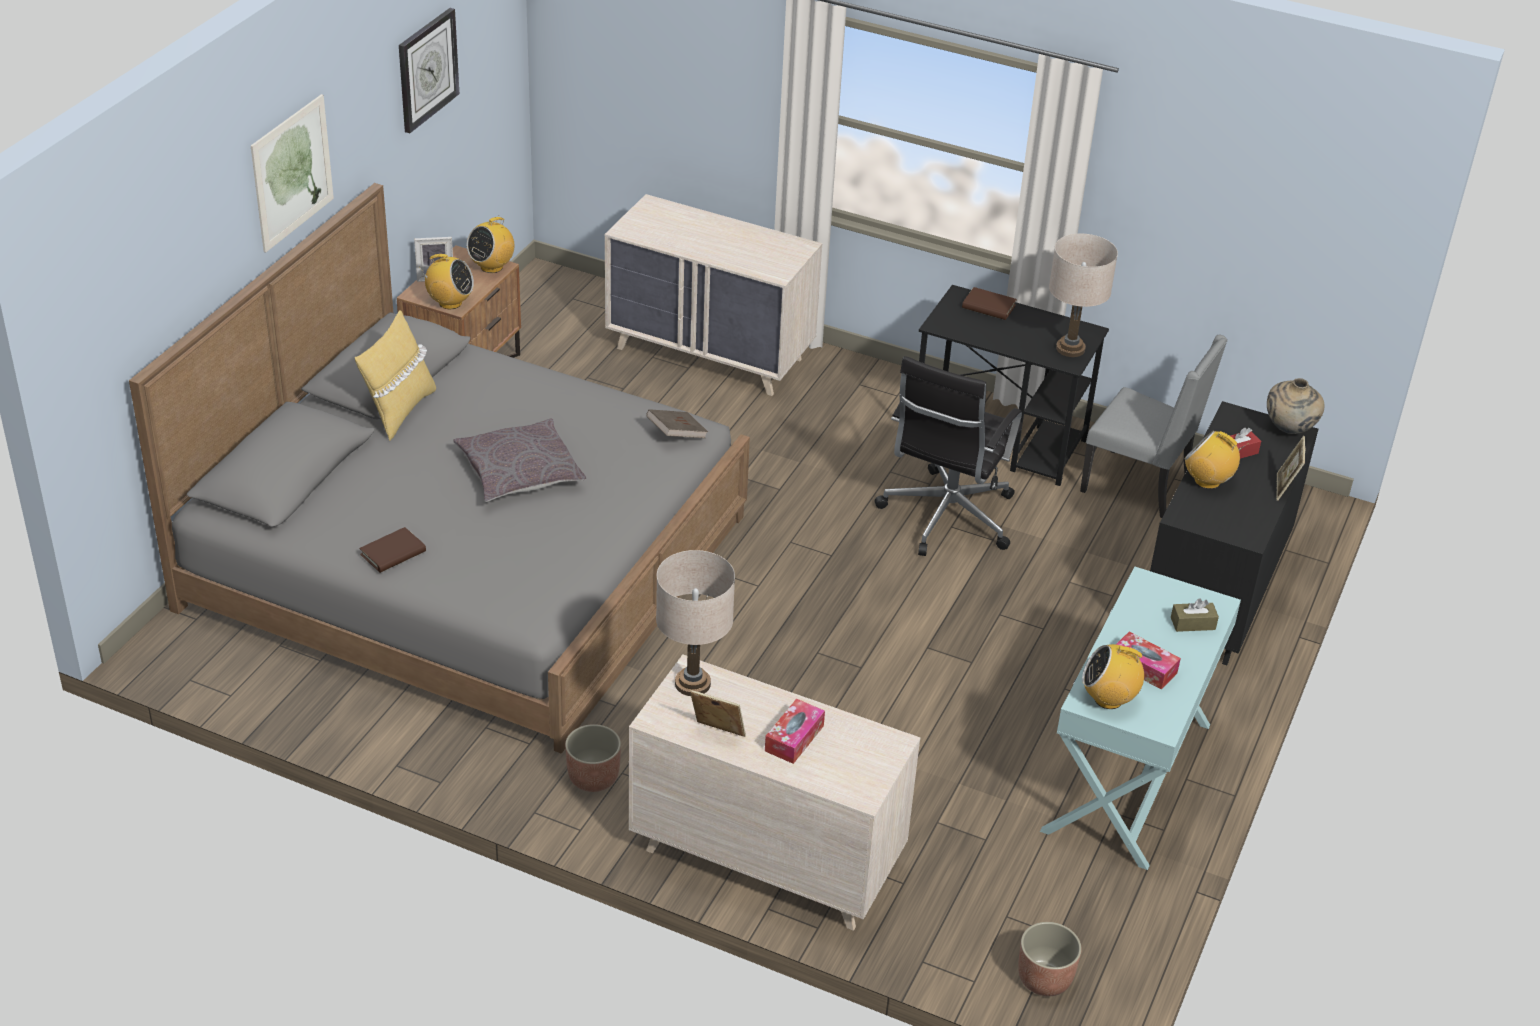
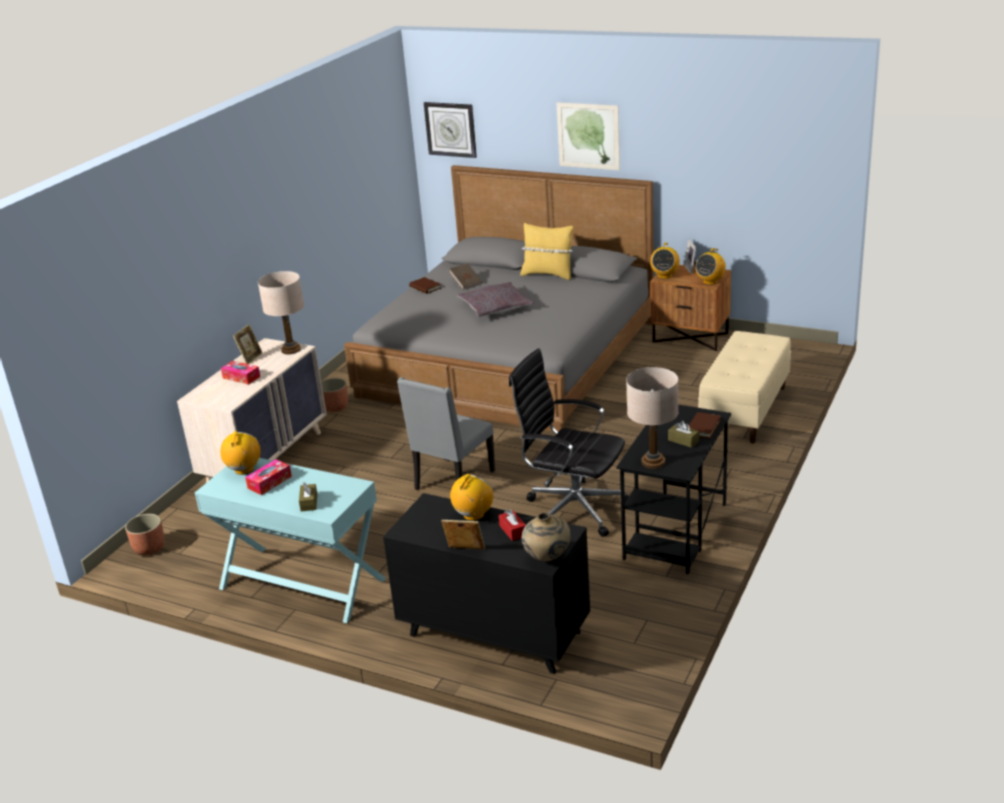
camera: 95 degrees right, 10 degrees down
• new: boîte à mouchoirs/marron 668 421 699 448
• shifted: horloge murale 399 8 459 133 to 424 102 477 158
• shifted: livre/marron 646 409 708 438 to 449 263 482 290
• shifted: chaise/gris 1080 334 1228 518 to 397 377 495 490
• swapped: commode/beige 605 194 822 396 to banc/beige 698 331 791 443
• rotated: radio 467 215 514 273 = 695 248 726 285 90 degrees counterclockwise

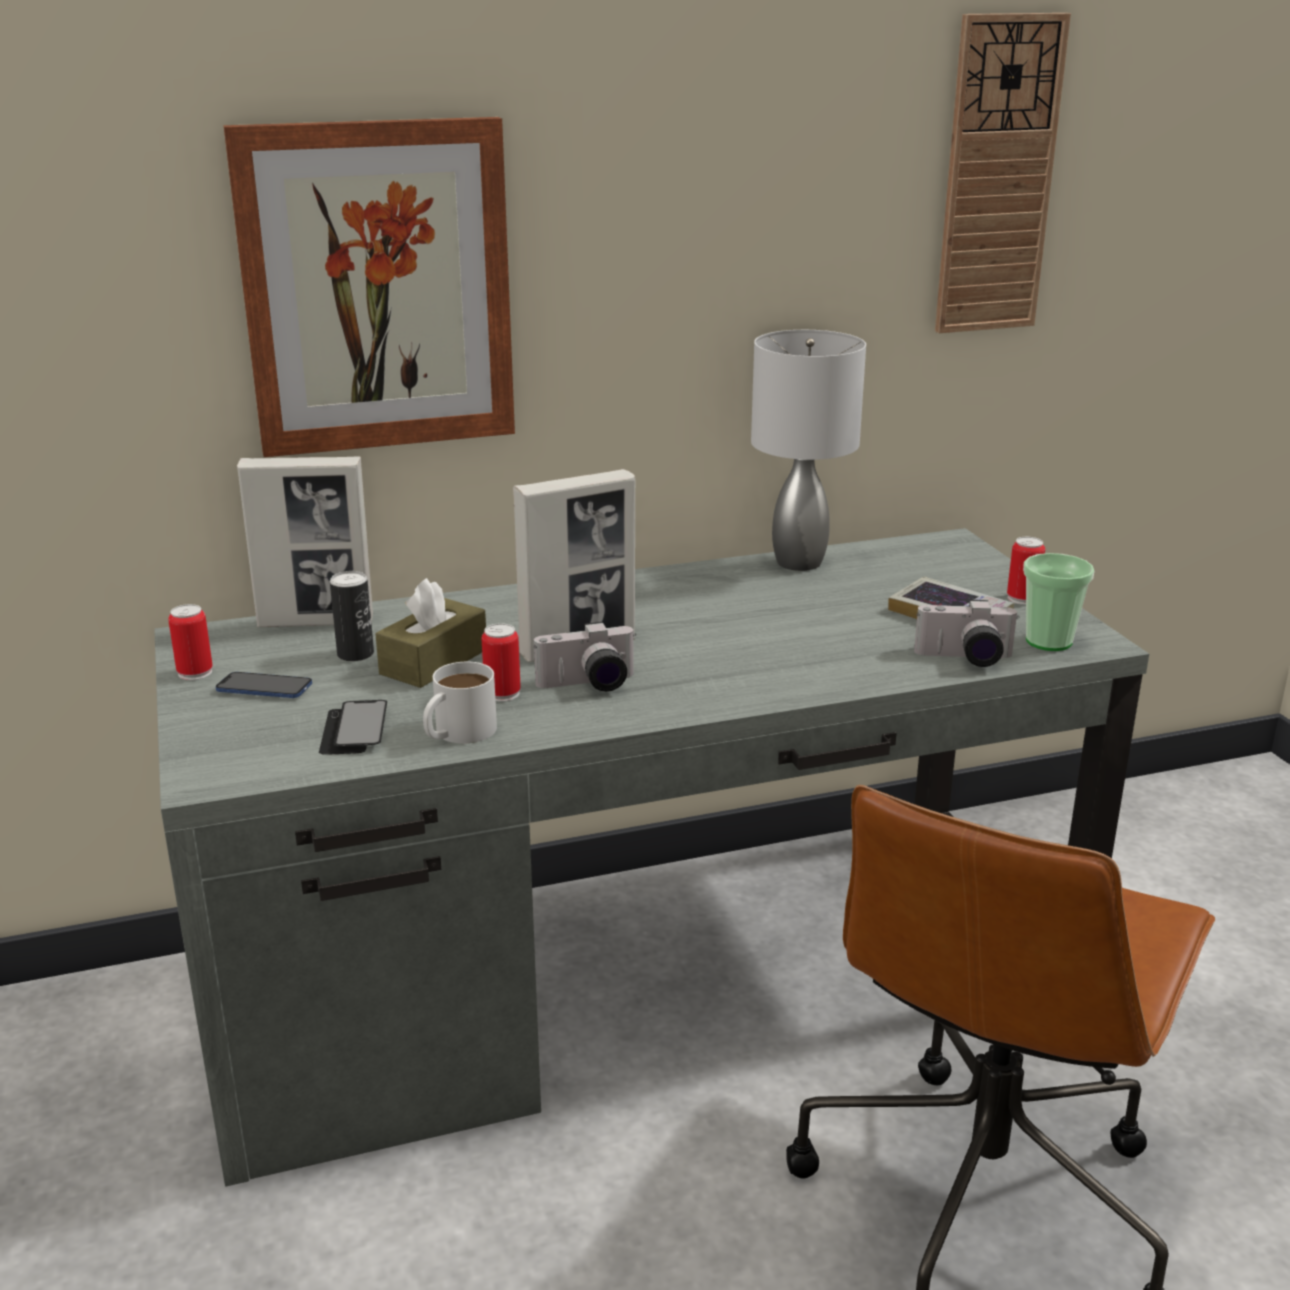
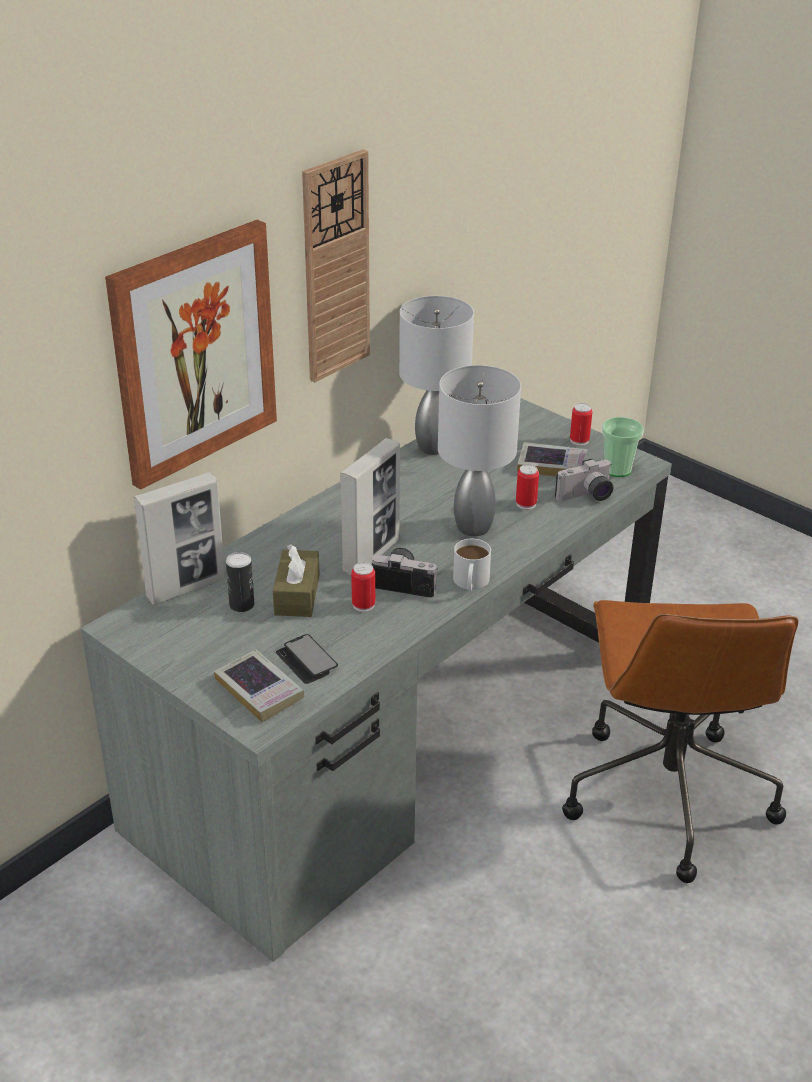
camera: 30 degrees left, 10 degrees up
• gone: téléphone 216 672 312 698
• new: livre 214 649 305 722
• new: lampe de table/gris 438 365 521 536
• shifted: boîte métallique 168 604 213 680 to 516 464 539 510
• shifted: mug/blanc 423 662 497 744 to 453 539 491 591
• shifted: horloge murale 935 13 1071 333 to 302 149 370 383
• rotated: appareil photo 534 622 636 692 = 372 548 438 598 120 degrees counterclockwise

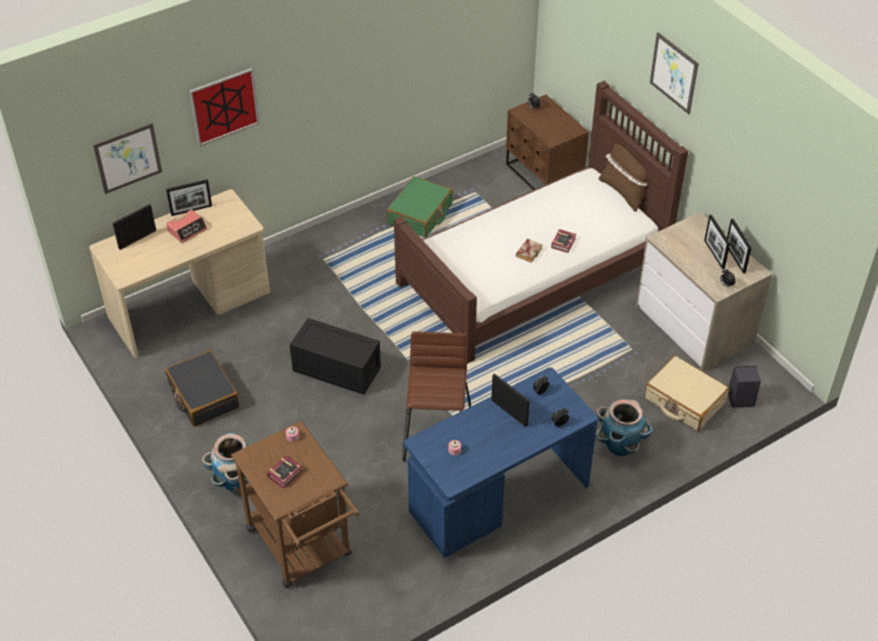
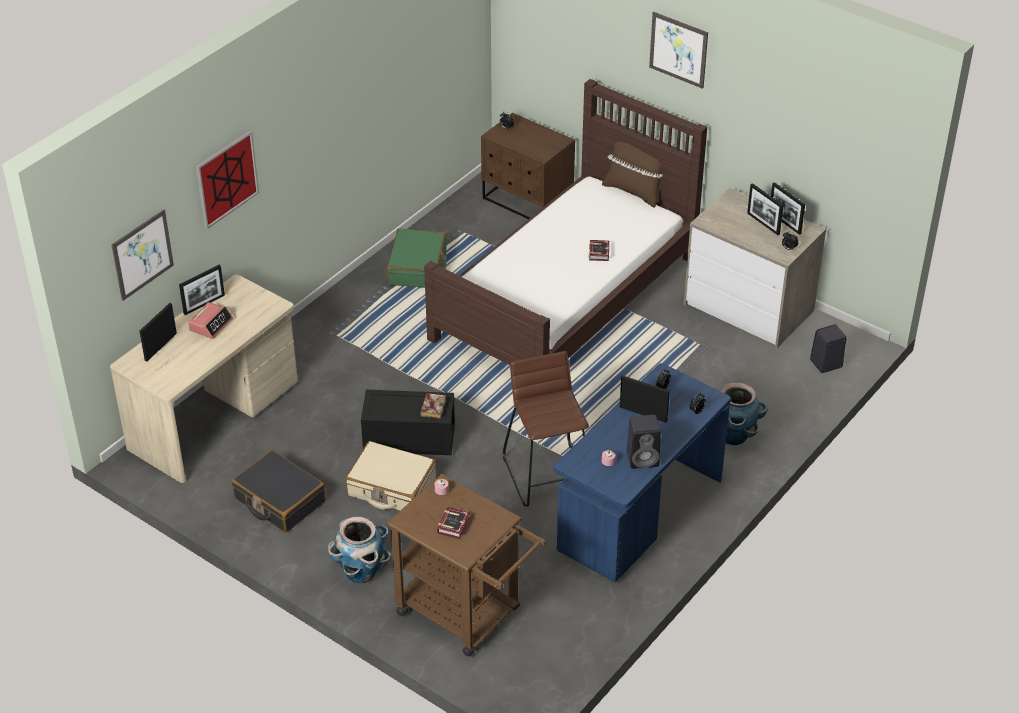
camera: 20 degrees left, 5 degrees down
• new: enceinte/noir 627 415 660 469
• shifted: livre 516 239 543 263 to 420 393 446 419
• shifted: valise/beige 645 356 729 431 to 345 441 436 511

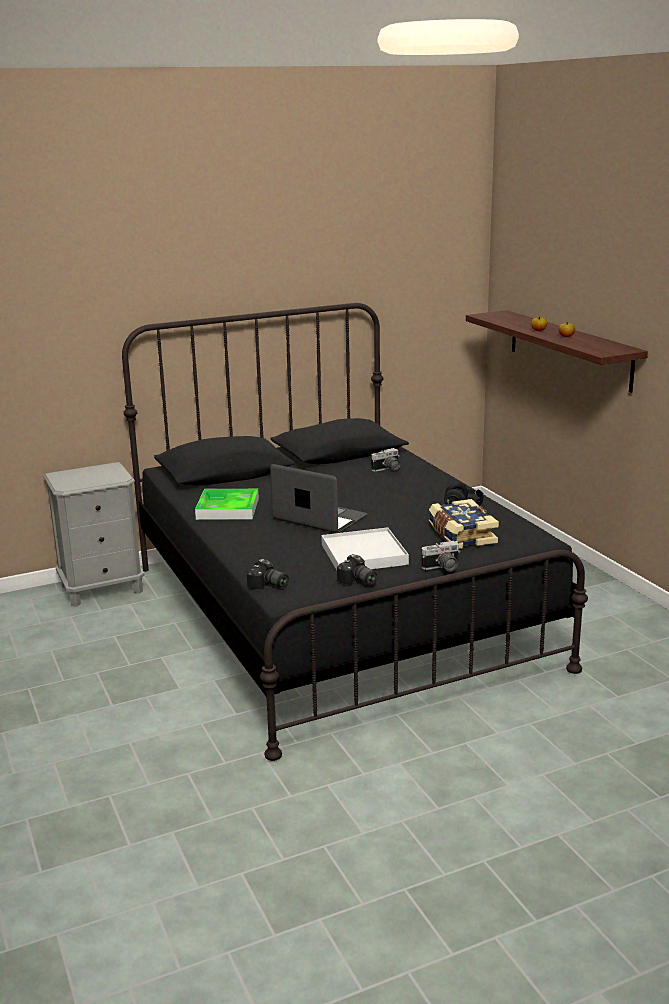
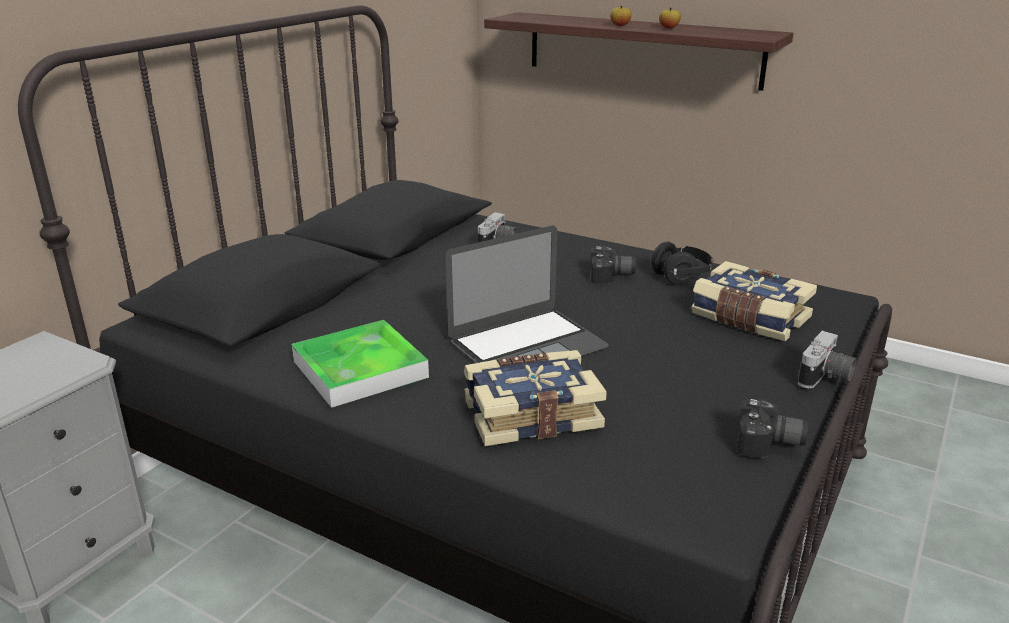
camera: 35 degrees left, 5 degrees up
• gone: plateau/blanc 321 527 409 570
• new: livre 464 350 607 447
• shifted: appareil photo 247 559 289 590 to 591 246 636 284
• rotated: ordinateur portable 270 464 367 533 = 446 226 609 363 150 degrees clockwise

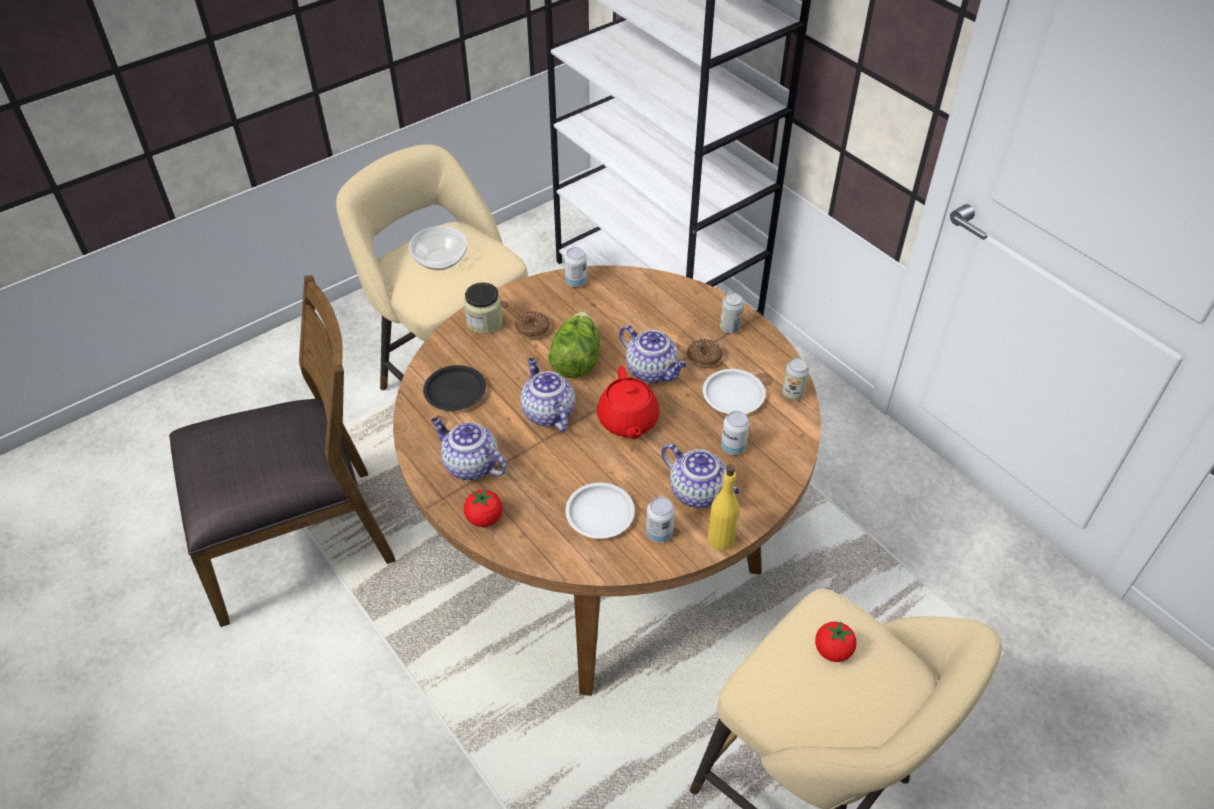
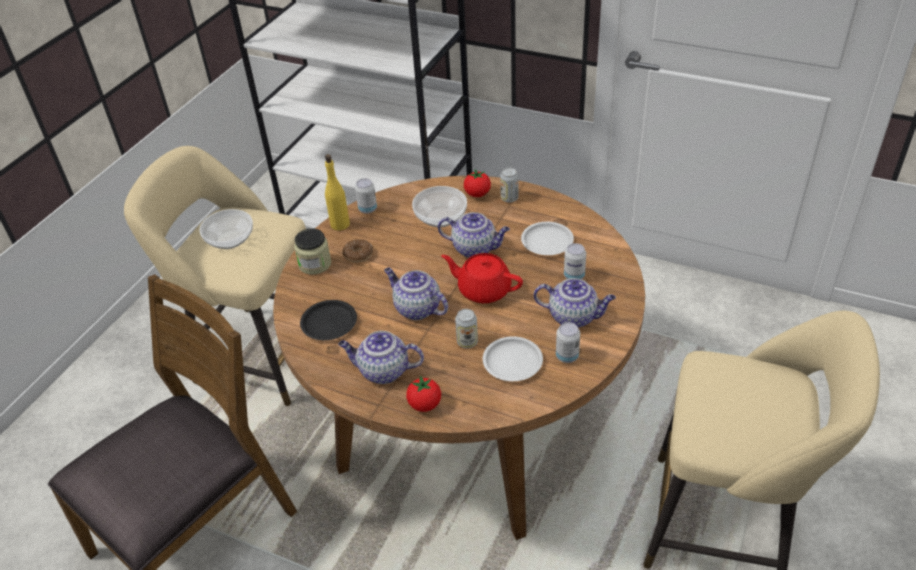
camera: 25 degrees left, 5 degrees down
• gone: laitue 548 311 600 379
• gone: beignet 687 339 723 367
• new: bol 412 186 467 227
• shifted: bouteille/jaune 707 464 739 551 to 325 154 350 231
• shifted: boîte métallique 782 358 809 400 to 455 309 478 348
• shifted: tomate 815 621 857 662 to 464 170 491 197
• rotated: théière/rouge 597 366 659 439 = 441 253 523 303 150 degrees clockwise

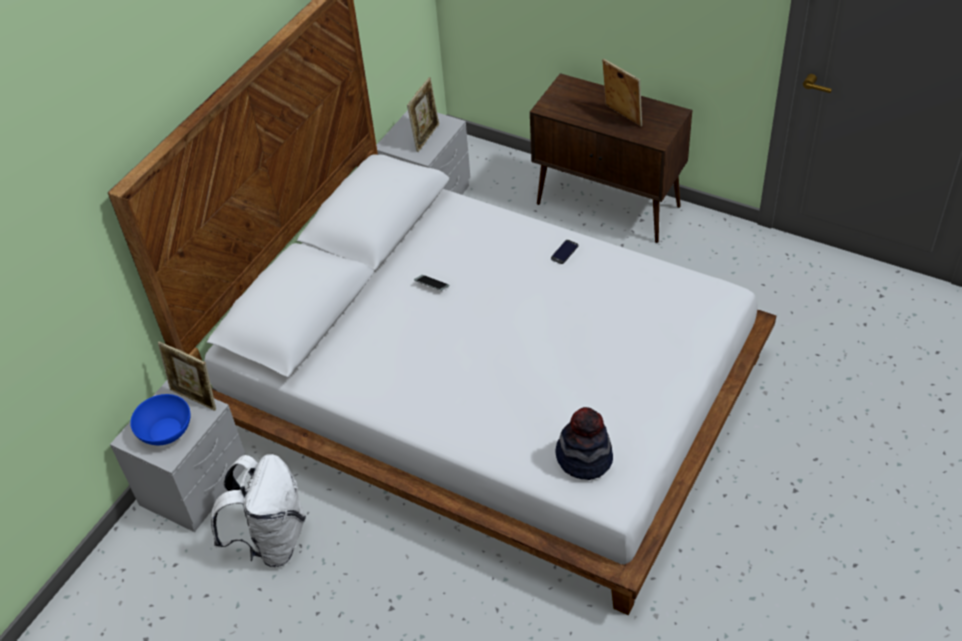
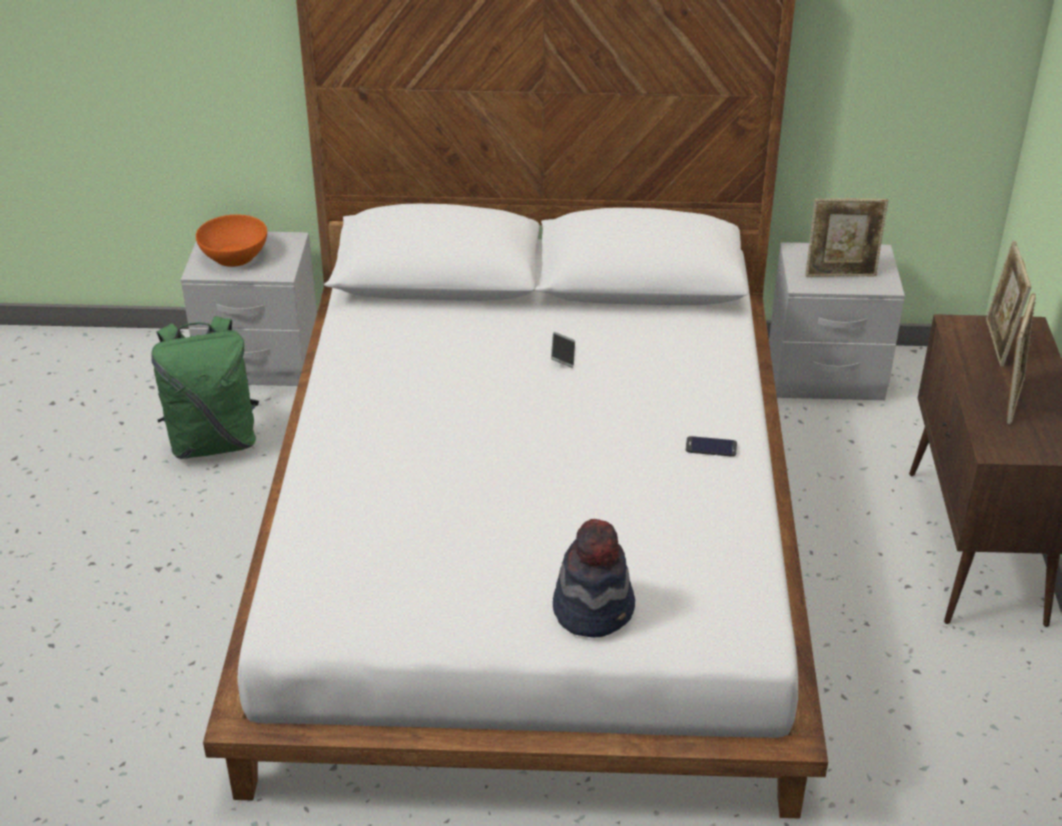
camera: 60 degrees right, 10 degrees down
• shifted: cadre photo 158 341 216 411 to 986 240 1032 366
• shifted: chapeau 555 407 613 480 to 553 519 635 637
• repainted: bol/bleu 130 394 191 445 to bol/orange 196 214 267 267
• repainted: sac à dos/blanc 211 454 306 567 to sac à dos/vert 151 316 259 459

